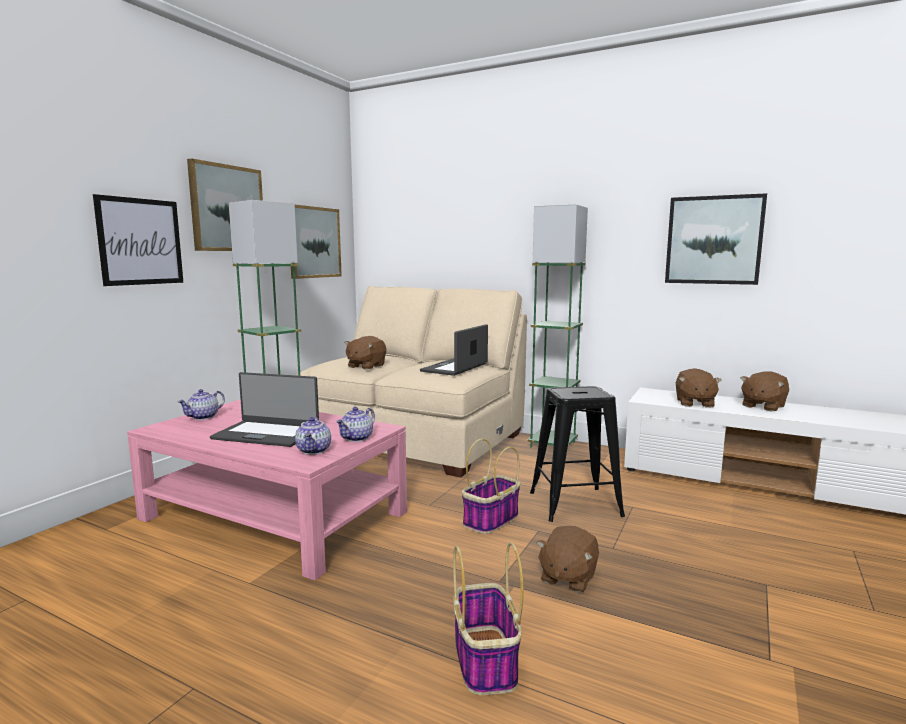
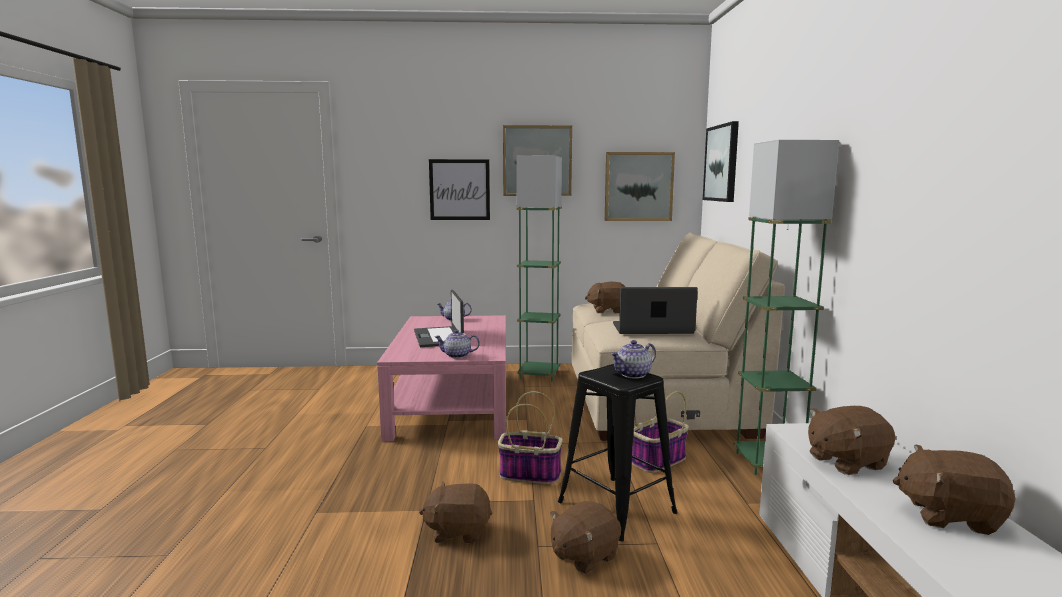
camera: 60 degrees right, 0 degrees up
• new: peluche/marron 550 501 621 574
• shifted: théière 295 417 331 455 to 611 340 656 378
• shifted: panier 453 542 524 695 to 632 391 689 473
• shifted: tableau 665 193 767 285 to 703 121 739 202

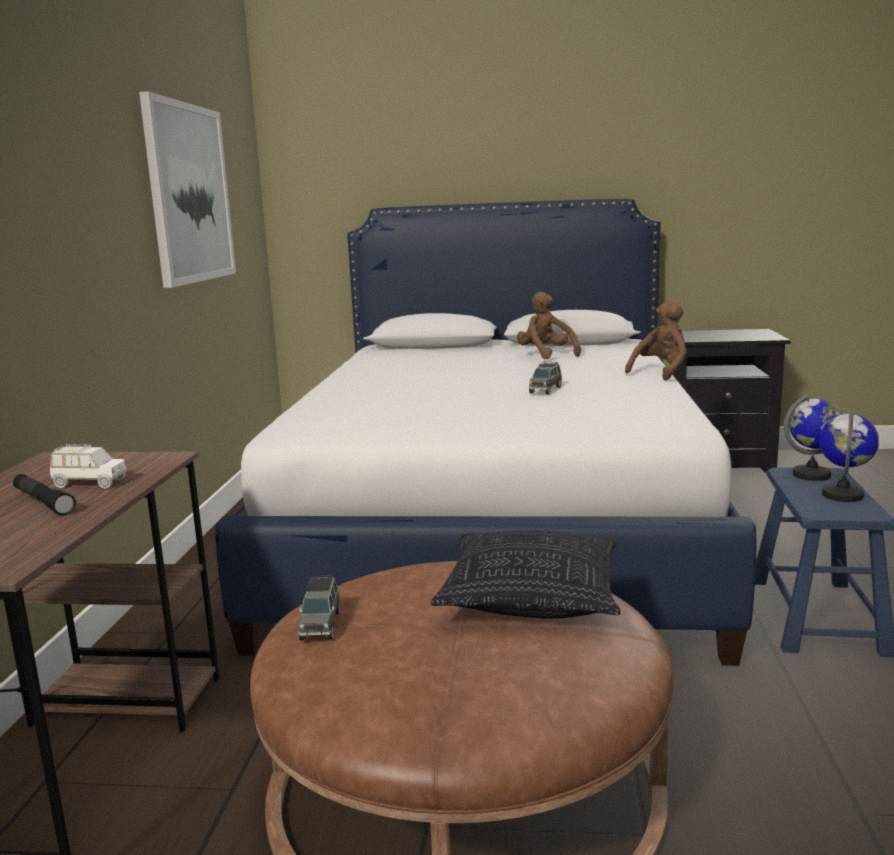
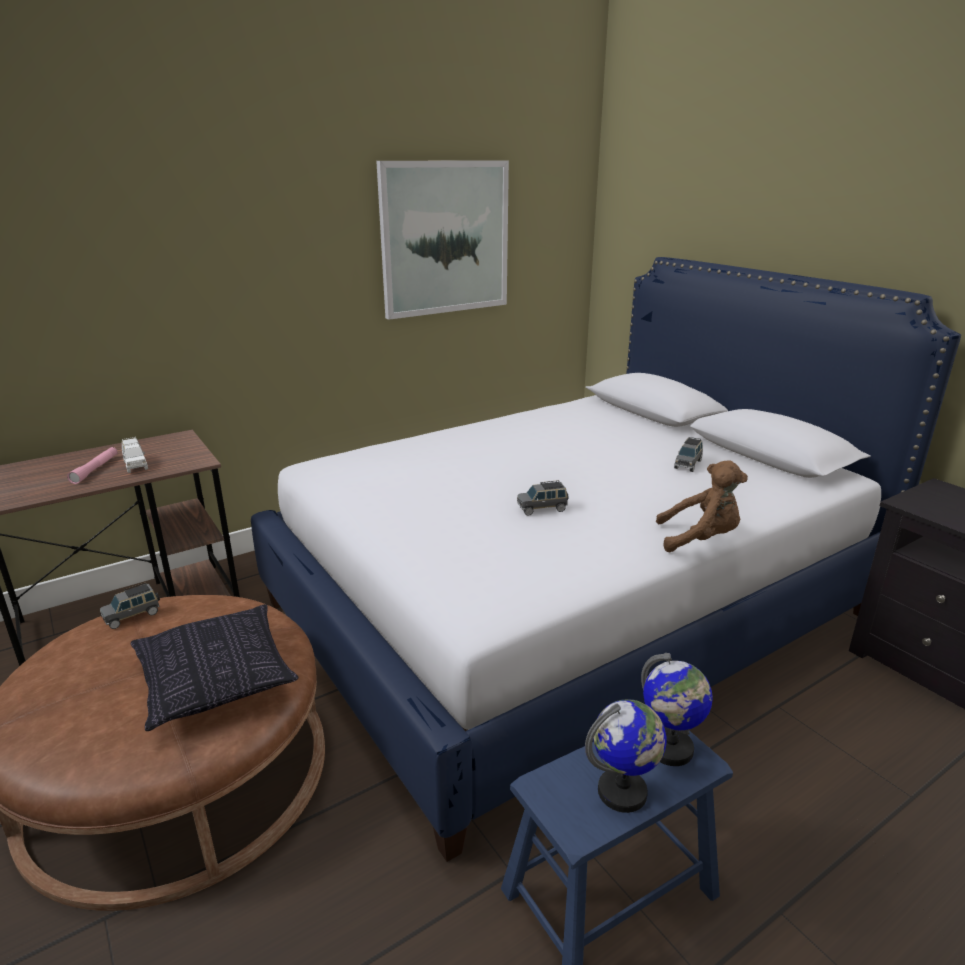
camera: 50 degrees right, 10 degrees up
• swapped: peluche/marron 517 292 581 359 to petite voiture/gris 674 437 703 472
• repainted: lampe de poche/noir 13 474 76 516 to lampe de poche/rose 67 447 118 484

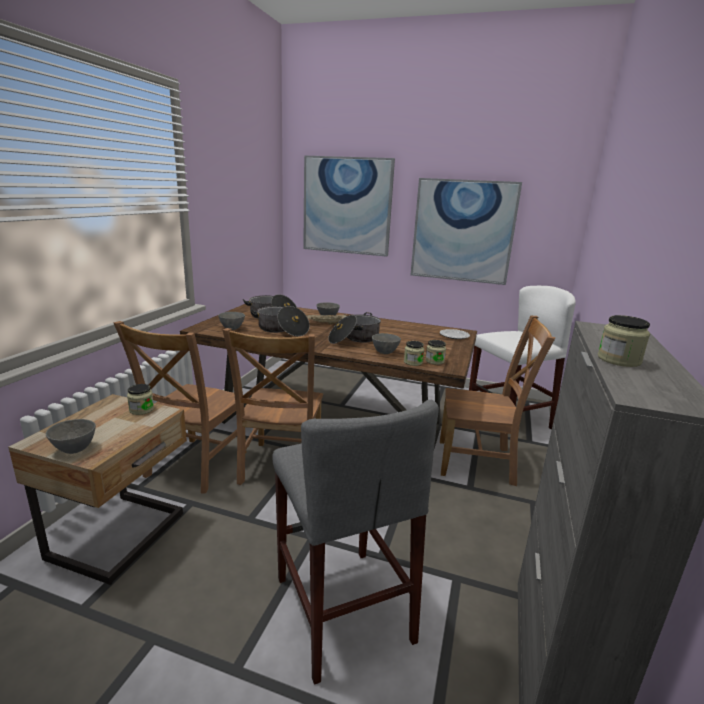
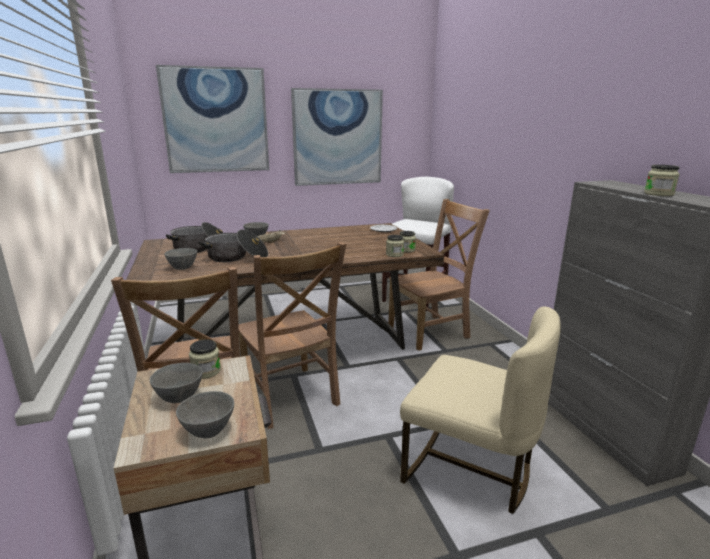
camera: 35 degrees left, 0 degrees up
• gone: marmite 328 312 381 344
• shifted: bol/gris 372 333 401 354 to 150 363 203 403
• swapped: tabouret/gris 272 400 439 685 to chaise/beige 400 306 561 514

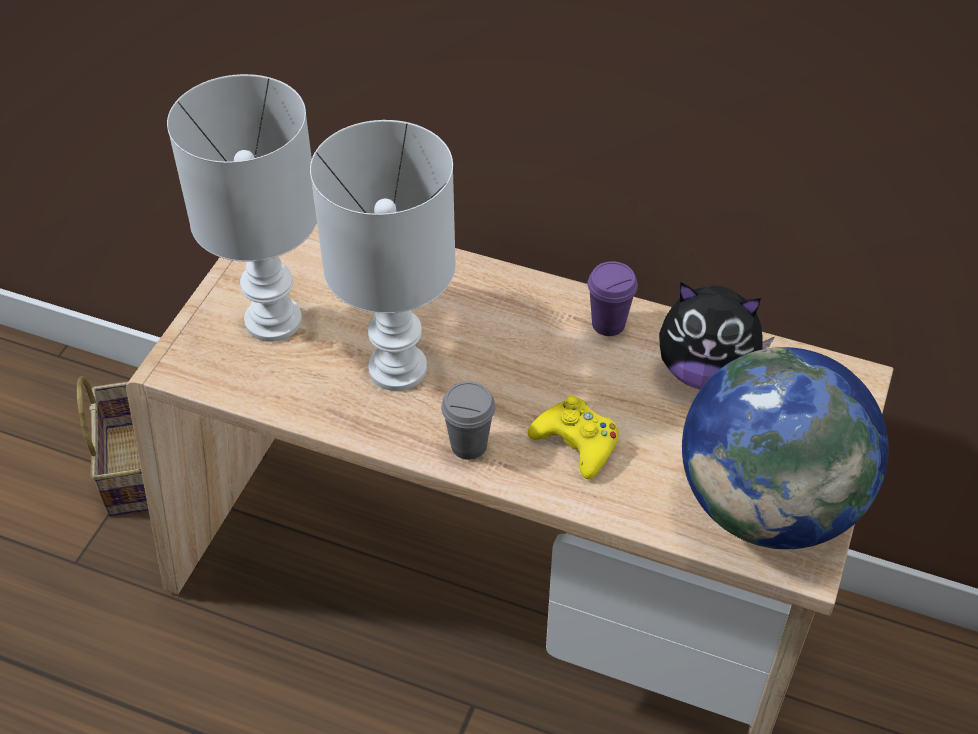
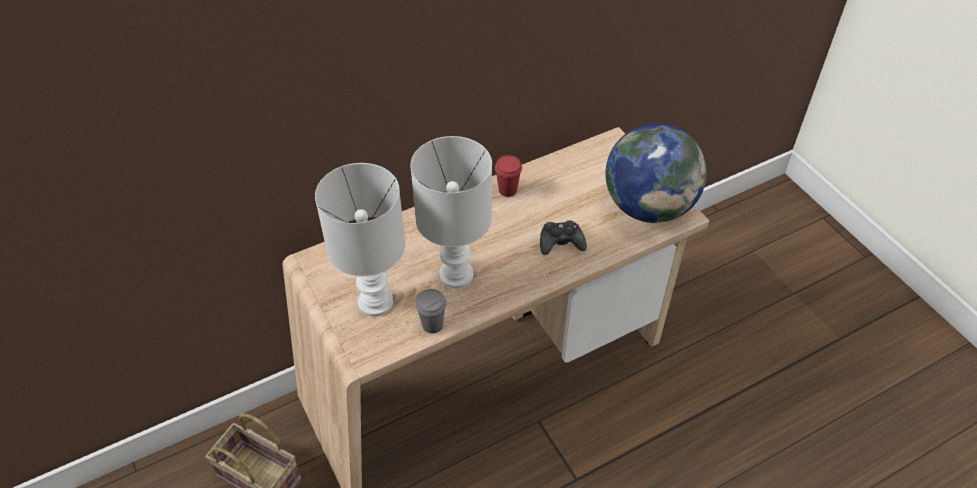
camera: 50 degrees left, 0 degrees up
• gone: peluche 659 282 774 390
• shifted: tasse/gris 441 381 495 460 to 415 289 447 333
• repainted: manette/jaune 528 396 619 479 to manette/noir 540 220 587 255
• repainted: tasse/violet 588 261 638 336 to tasse/rouge 495 155 522 197

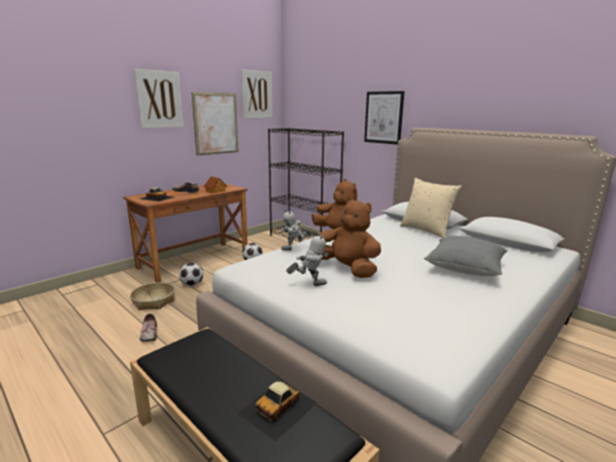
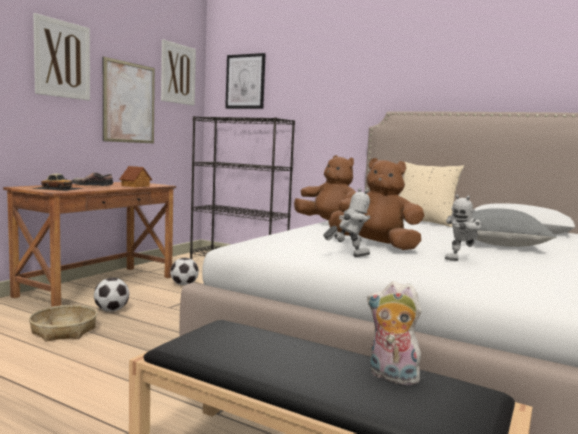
camera: 15 degrees left, 10 degrees down
• gone: chaussure 140 314 157 342
• shifted: robot jouet 281 209 311 250 to 445 194 481 261
• shifted: tableau 364 91 404 145 to 225 53 266 109
• swapped: petite voiture 237 380 318 442 to peluche 367 281 422 385

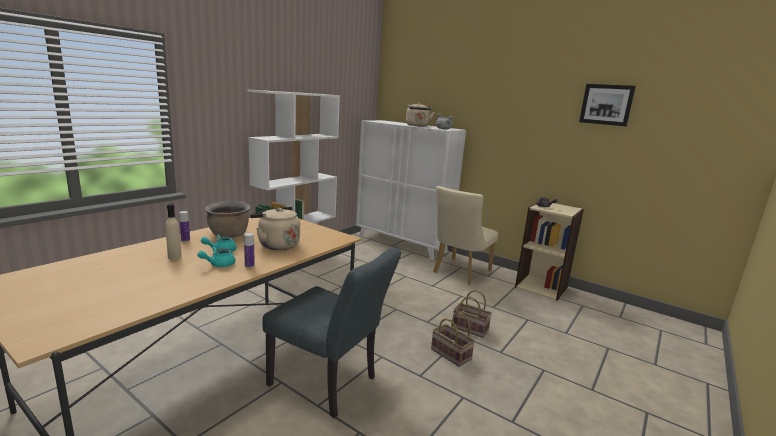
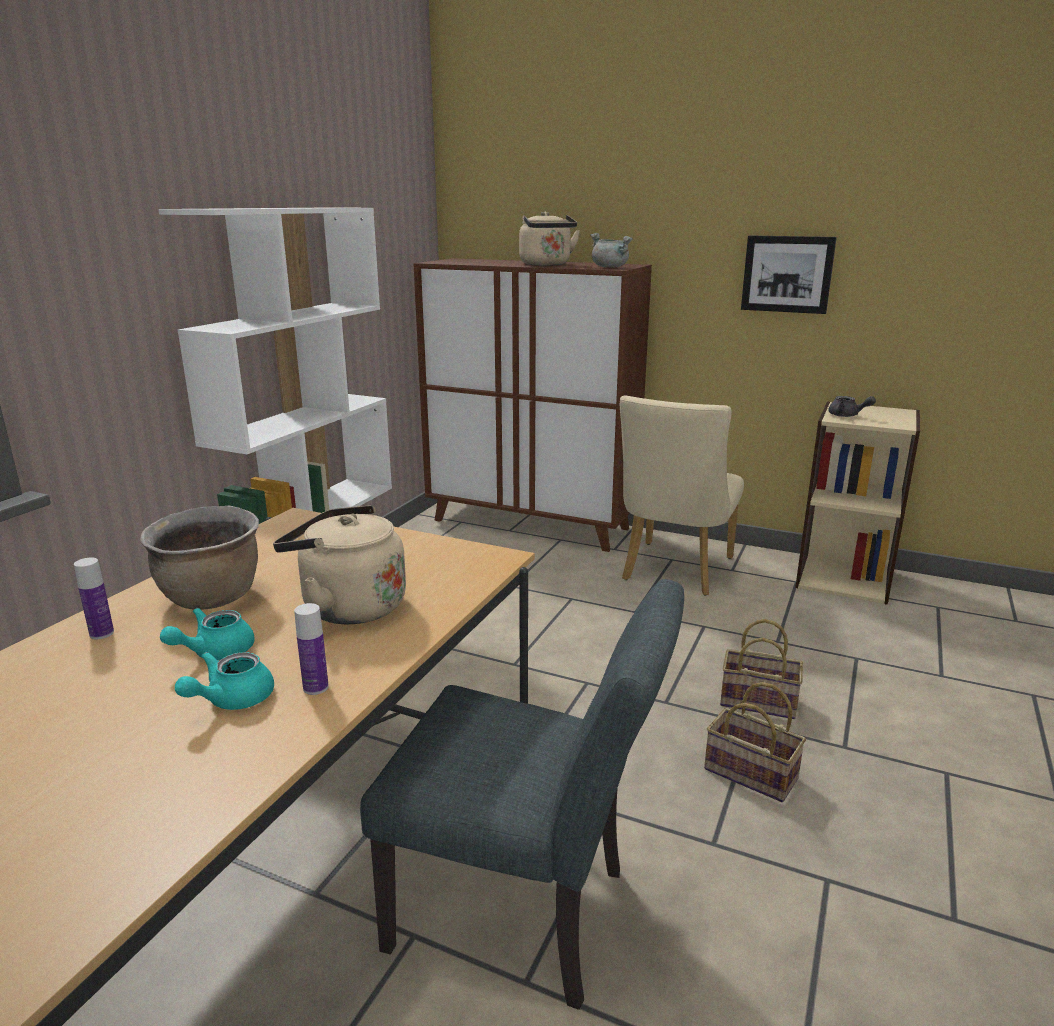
camera: 10 degrees left, 5 degrees up
• gone: bouteille/beige 165 204 182 260
• shifted: tableau 579 84 636 126 to 741 235 837 314
• repainted: meuble de rangement/blanc 356 120 466 260 to meuble de rangement/marron 413 258 652 552

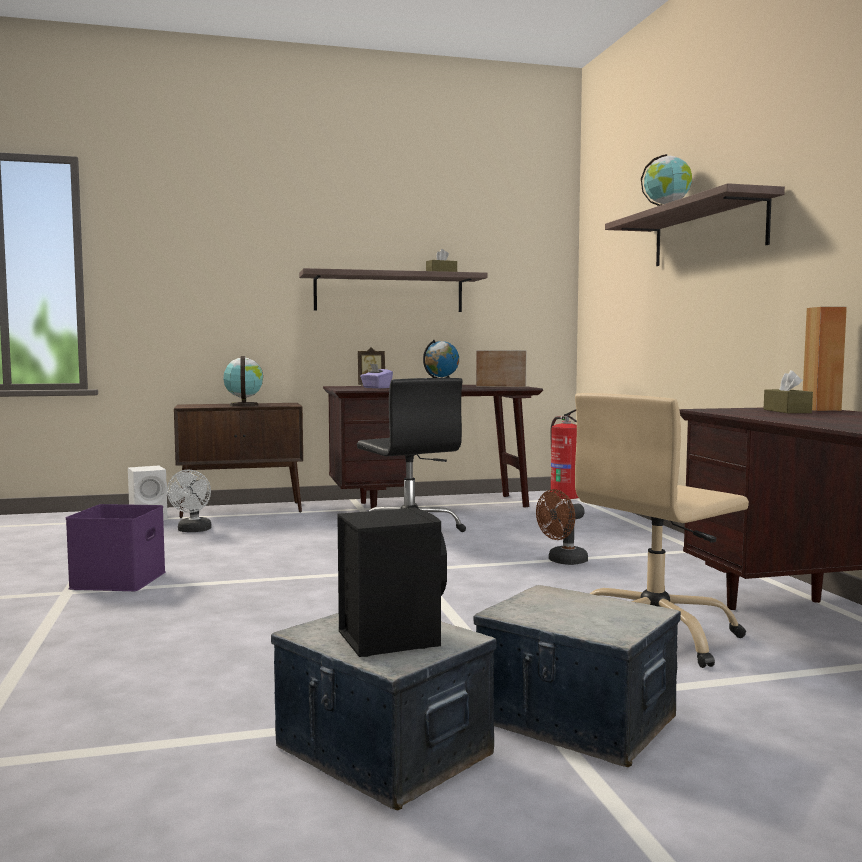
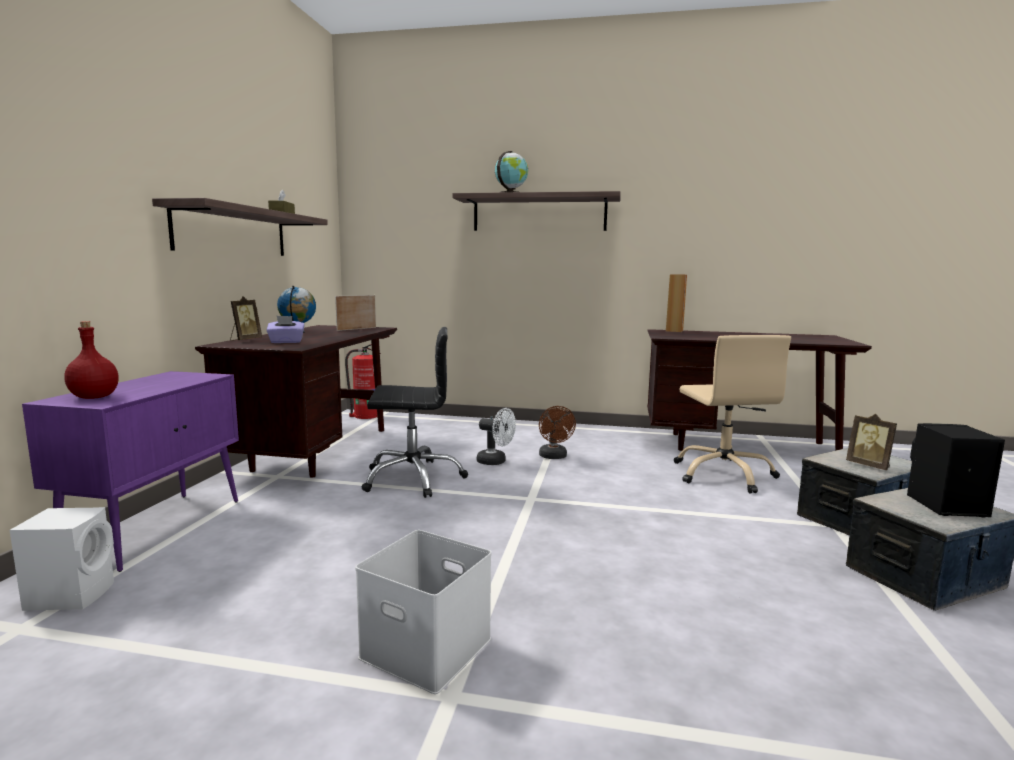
camera: 65 degrees left, 5 degrees up
• gone: globe 223 356 263 407
• gone: boîte à mouchoirs/marron 764 370 813 413
• new: bouteille/rouge 64 321 119 399
• new: cadre photo 846 414 897 470
• shifted: ventilateur/blanc 167 469 211 532 to 477 408 516 465
• repainted: boîte de rangement/violet 66 504 166 591 to boîte de rangement/blanc 355 530 492 694
• repainted: meuble de rangement/marron 174 403 303 518 to meuble de rangement/violet 22 371 239 572

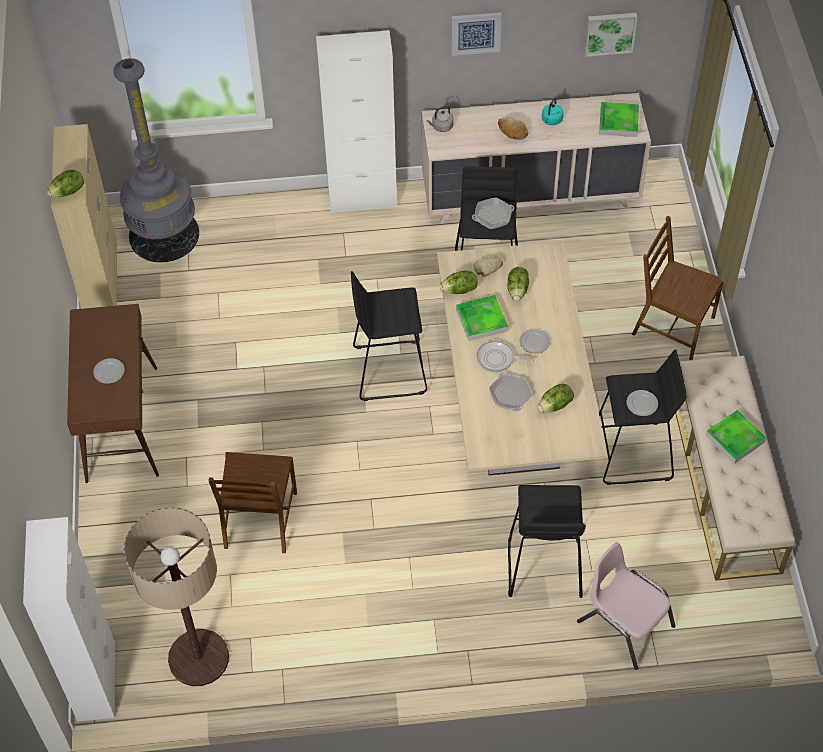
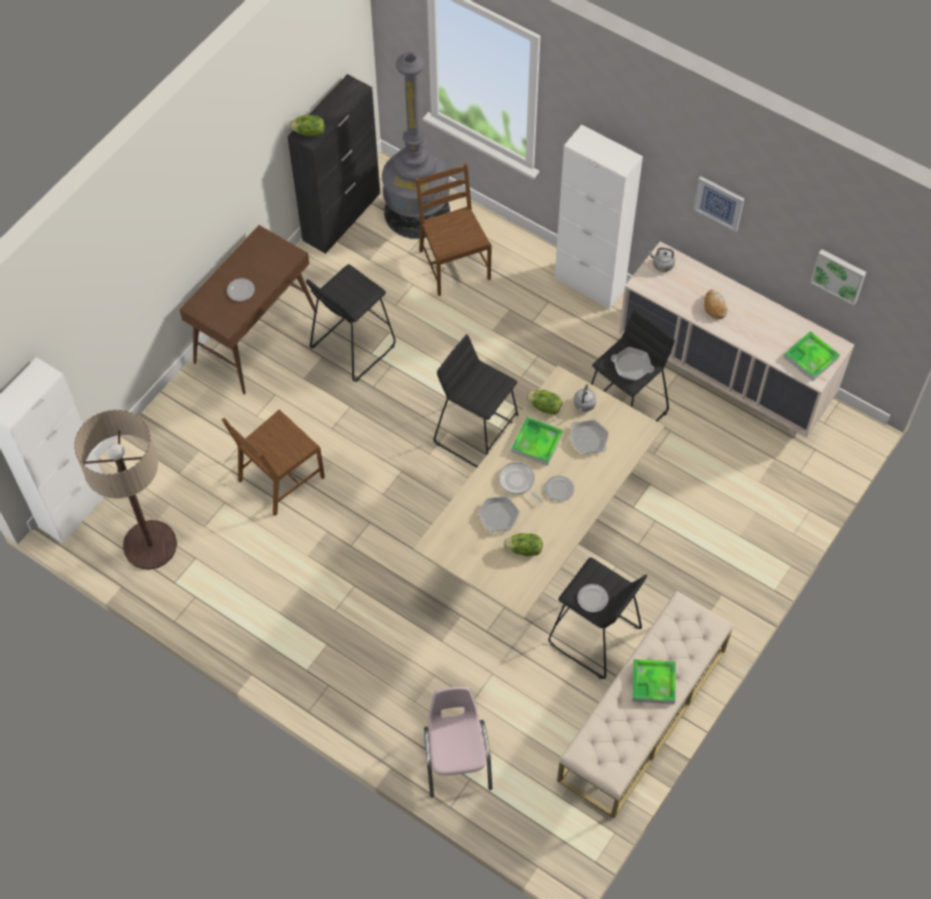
camera: 40 degrees right, 5 degrees up
• gone: bouilloire/turquoise 542 97 564 125
• shifted: tabouret/noir 508 485 586 598 to 306 264 396 382
• shifted: chaise/marron 632 216 723 360 to 415 163 492 296
• swapped: pain 474 255 503 277 to bouilloire/gris 574 384 597 412
• swapped: laitue 507 267 529 302 to poêle 569 420 609 454
• repainted: meuble de rangement/beige 51 124 117 309 to meuble de rangement/noir 287 74 380 254

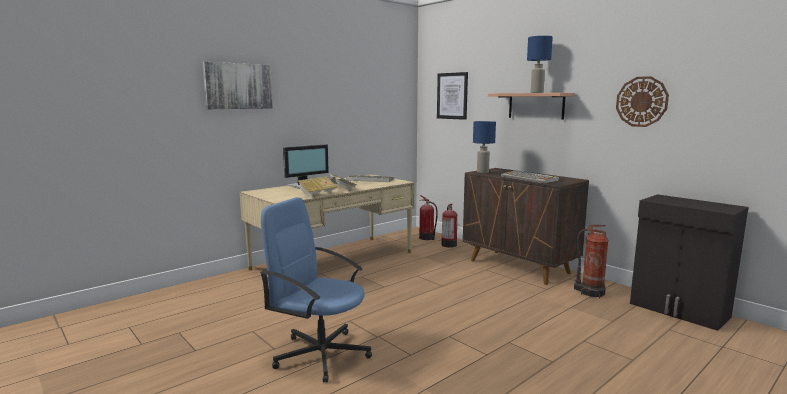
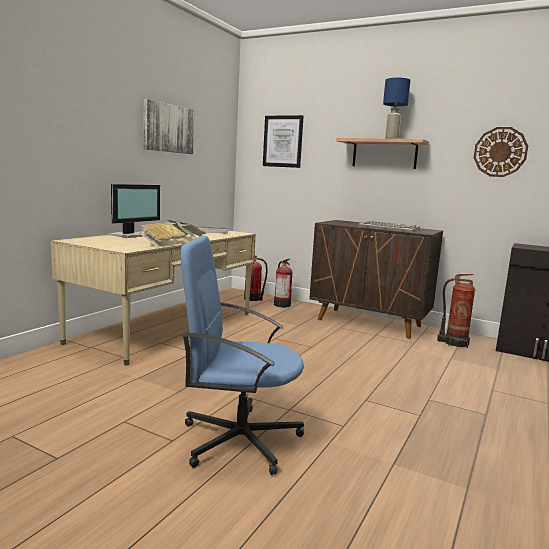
camera: 20 degrees left, 0 degrees up
• gone: lampe de table/bleu 473 121 496 173
• shifted: tableau 203 62 273 109 to 143 99 194 154

